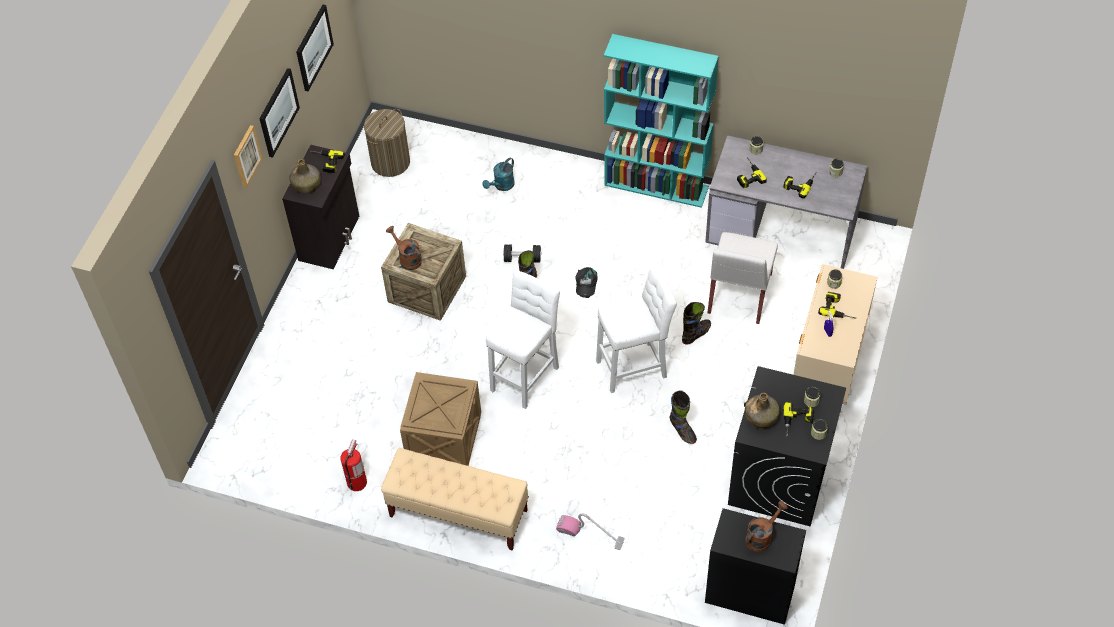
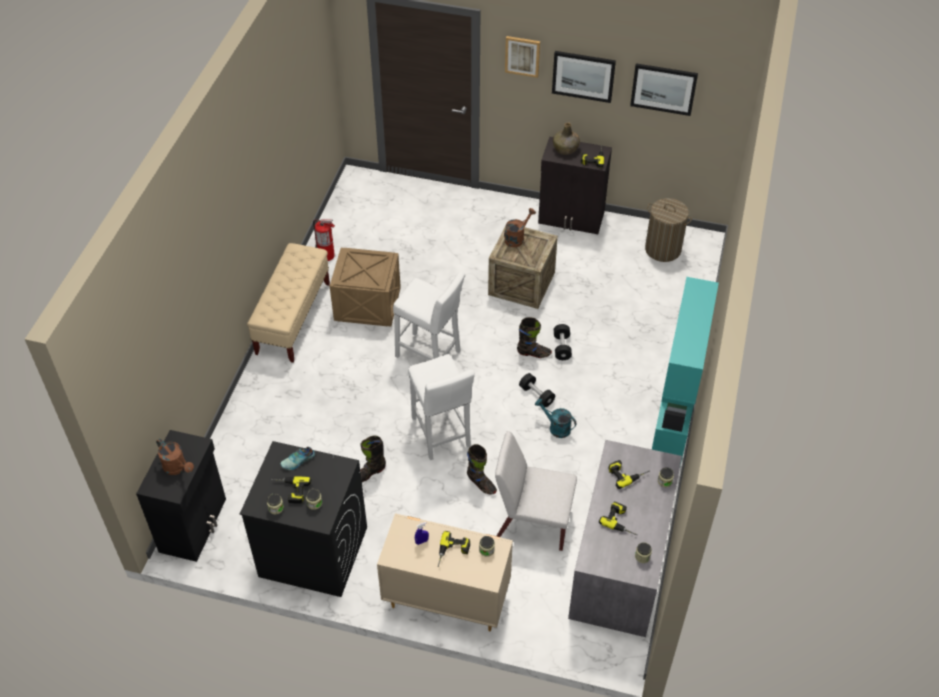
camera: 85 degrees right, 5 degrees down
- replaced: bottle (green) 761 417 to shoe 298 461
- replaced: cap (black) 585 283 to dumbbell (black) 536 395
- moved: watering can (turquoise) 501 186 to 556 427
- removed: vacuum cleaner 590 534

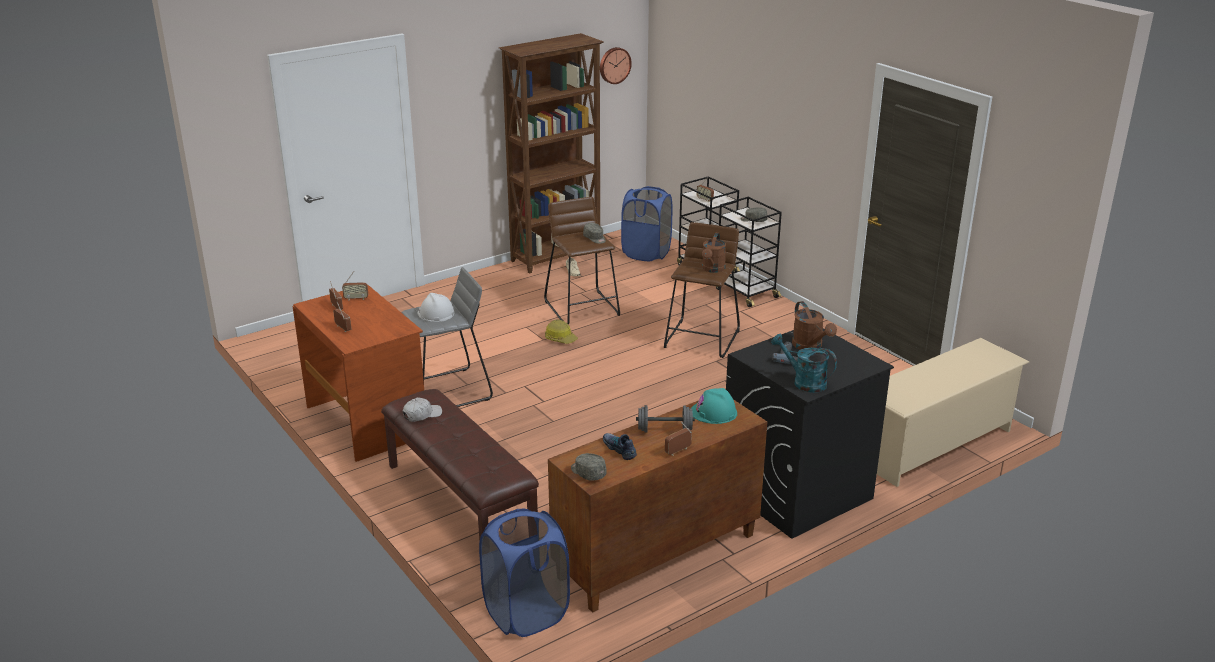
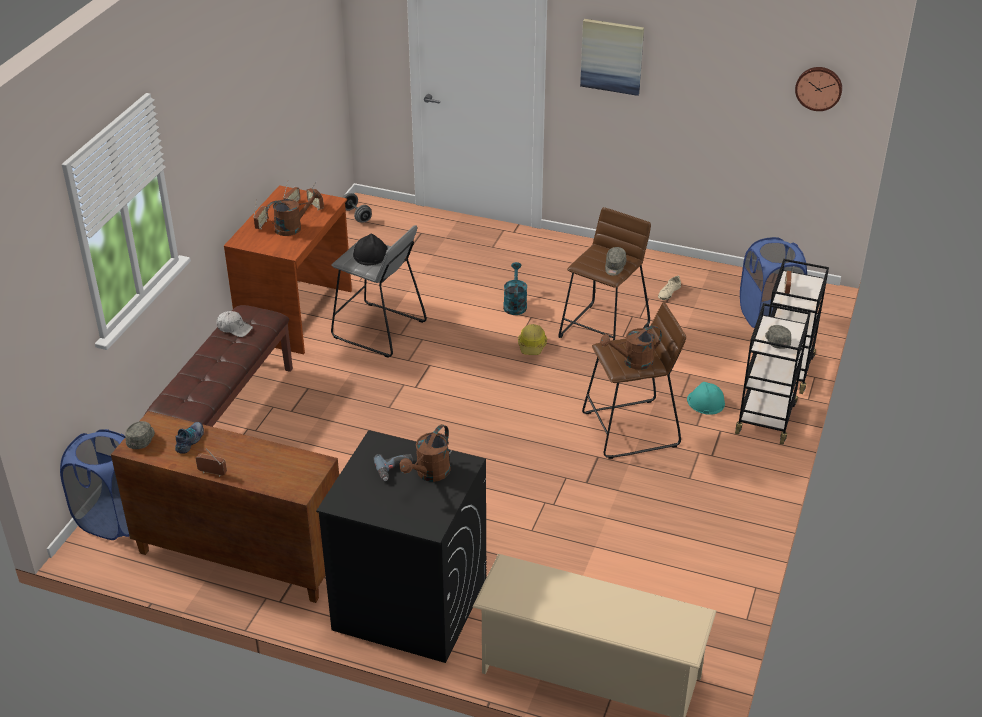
camera: 55 degrees right, 10 degrees up
- added: watering can (brown) 293 227
- moved: dumbbell (grey) 664 430 to 356 215
- recoloured: hard hat (white) 436 313 to hard hat (black) 371 254
- moved: watering can (turquoise) 804 382 to 515 304
- added: picture 612 56
- moved: hard hat (turquoise) 713 412 to 705 402
- removed: bookcase (brown) 557 257

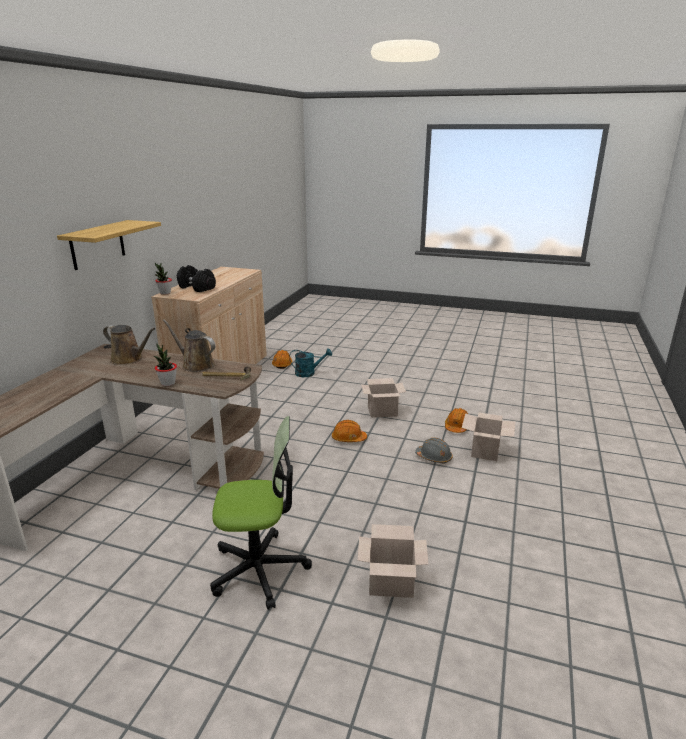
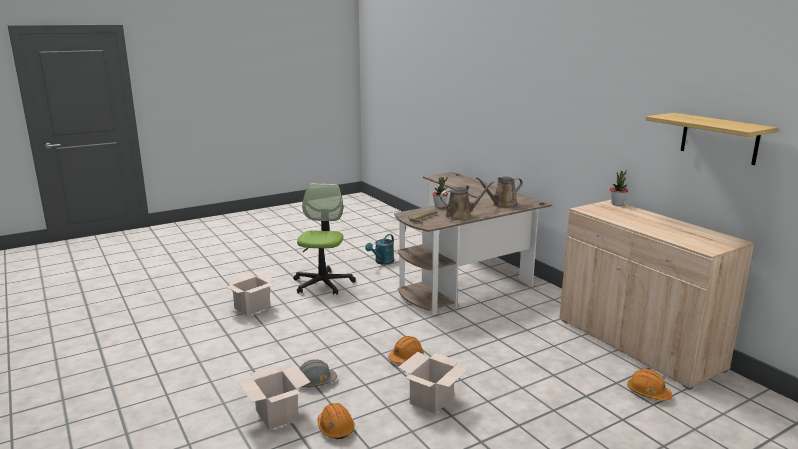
camera: 130 degrees right, 5 degrees down
- turned: office chair 259 569 = 323 283 150 degrees clockwise
- moved: watering can (turquoise) 309 373 to 382 262
- moved: shelf 97 244 to 719 138
- removed: dumbbell (black) 196 288

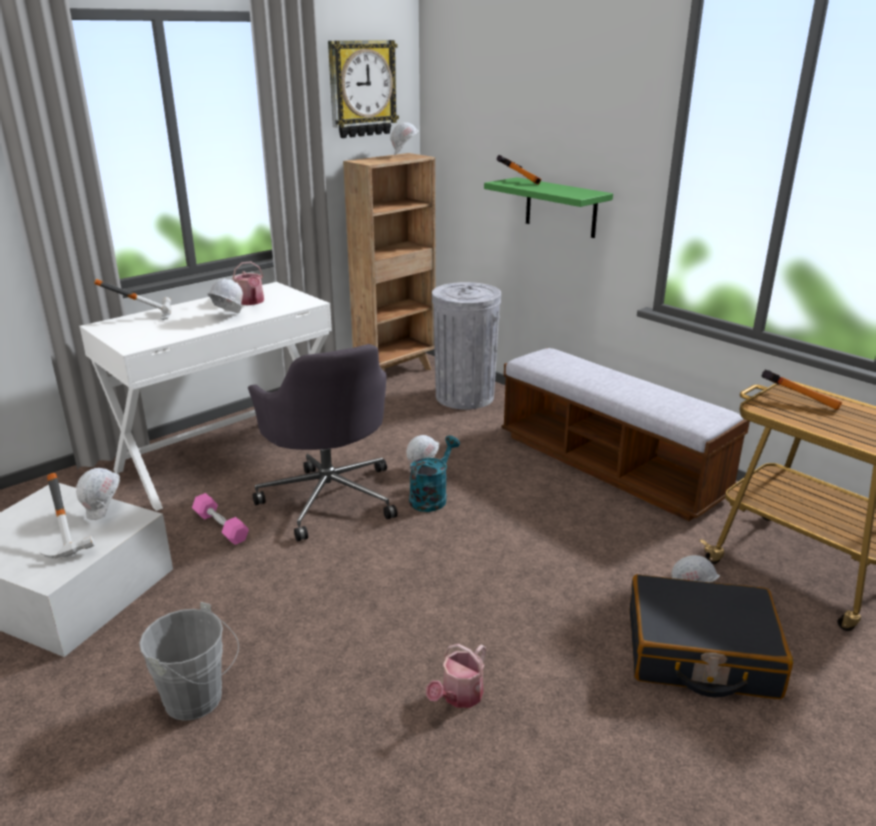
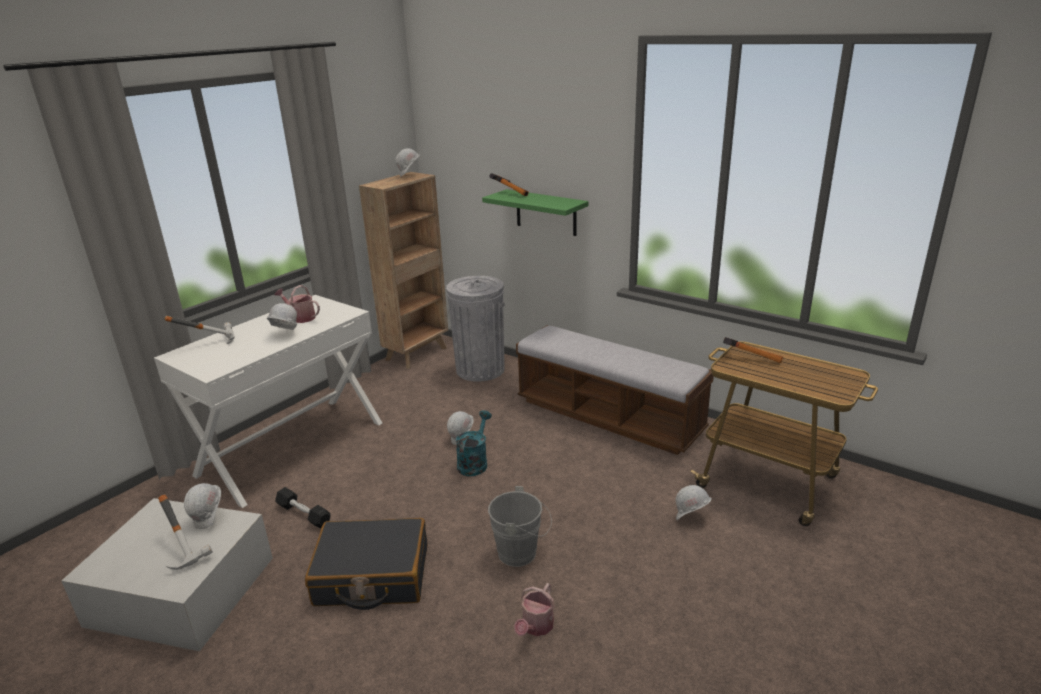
camera: 10 degrees left, 0 degrees up
- turned: watering can 251 302 = 300 317 150 degrees clockwise
- recoloured: dumbbell (pink) 221 527 to dumbbell (black) 304 514
- moved: suitcase (black) 700 653 to 372 576
- moved: bucket (grey) 199 700 to 521 553
- removed: office chair (grey) 329 497
- removed: wall clock 361 89

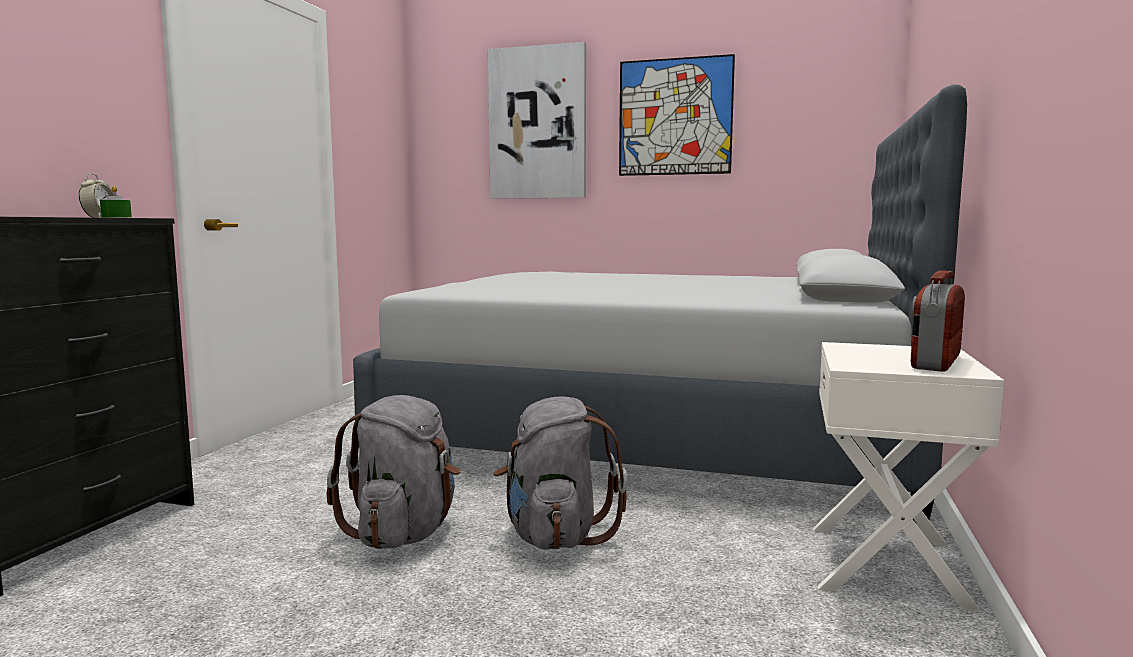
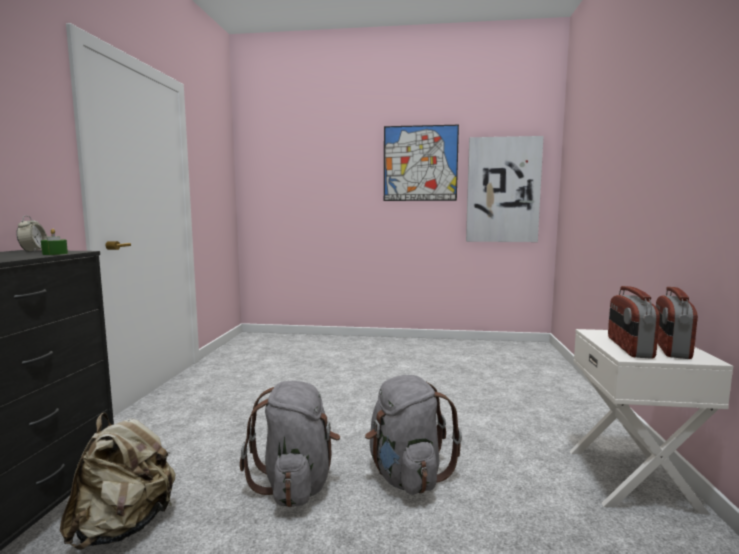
camera: 10 degrees left, 0 degrees up
- added: backpack (beige) 124 526
- moved: picture 537 123 to 503 190
- added: radio 628 347
- removed: bed (grey) 652 432

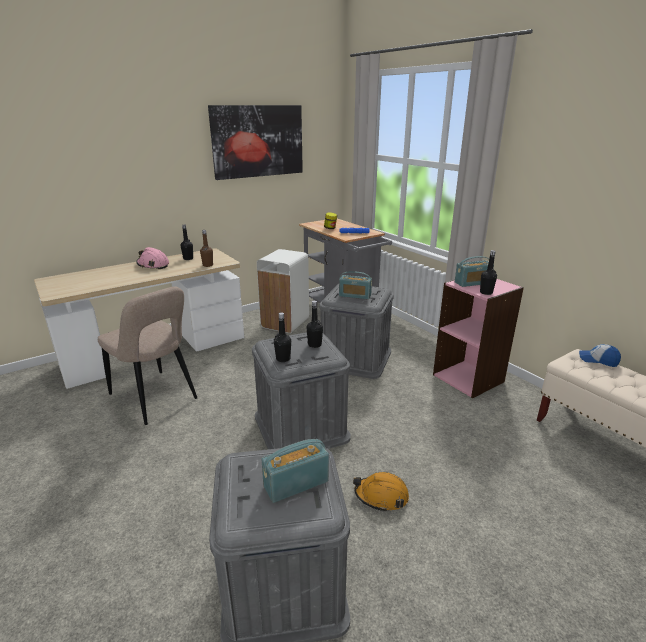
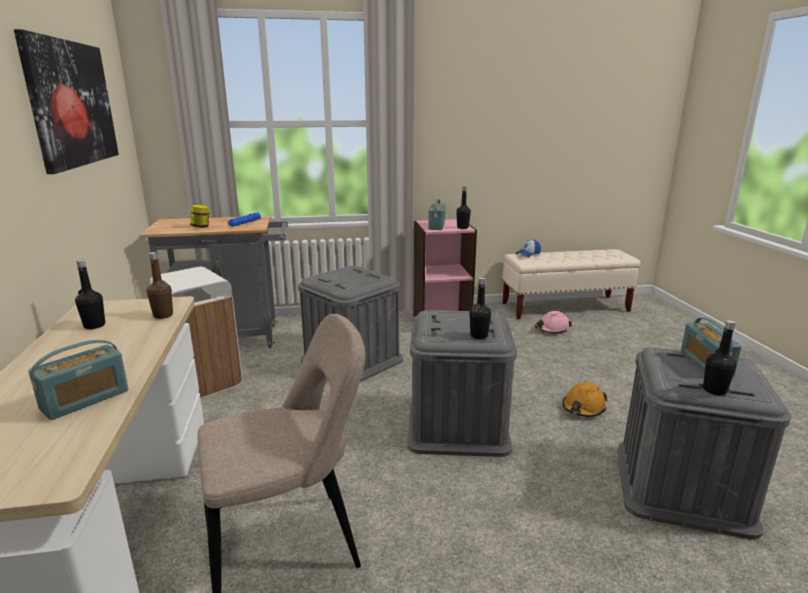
camera: 65 degrees left, 5 degrees down
- moved: radio 355 295 to 85 400
- moved: hard hat (pink) 153 265 to 552 329
- moved: bottle (black) 314 345 to 714 390

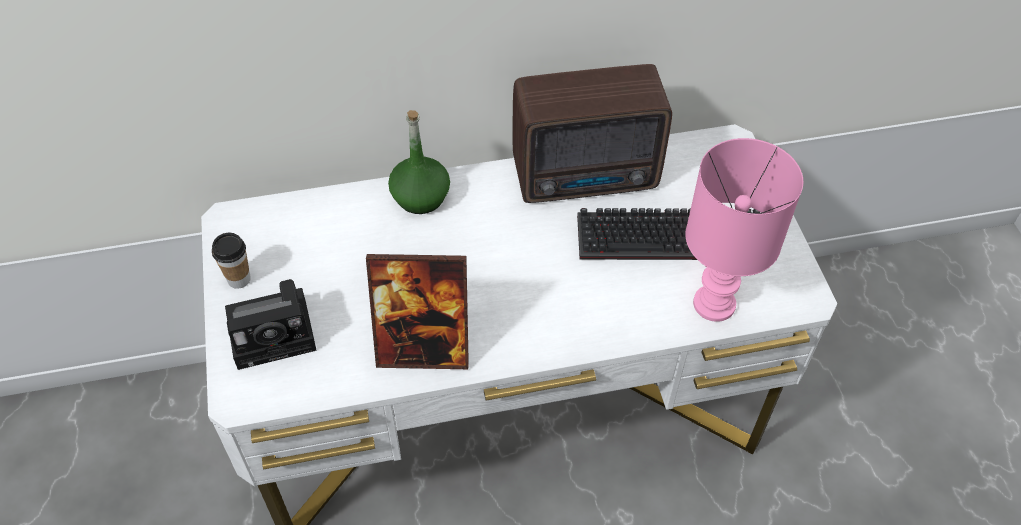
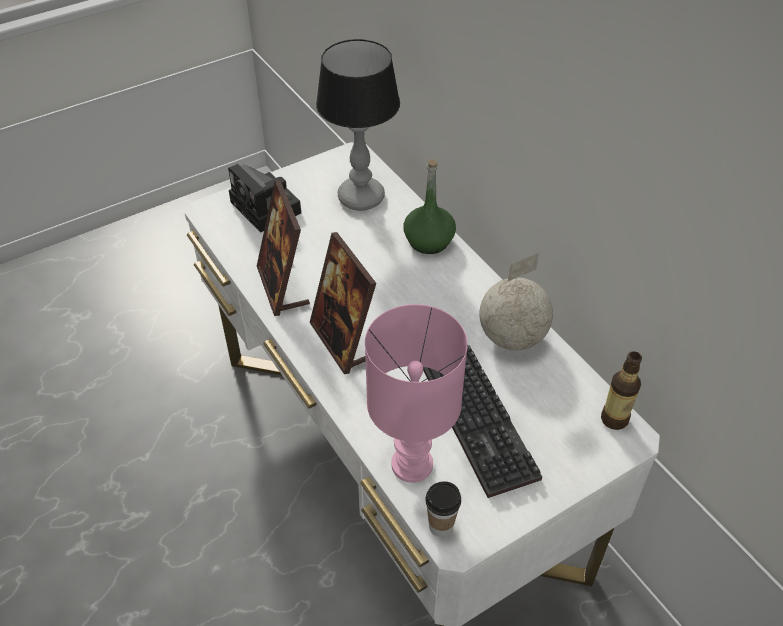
camera: 70 degrees right, 5 degrees down
- added: picture frame 343 341
- added: table lamp 360 197
- moved: cup 239 279 to 441 526
- replaced: radio 588 177 to globe 513 338
- added: bottle 614 419

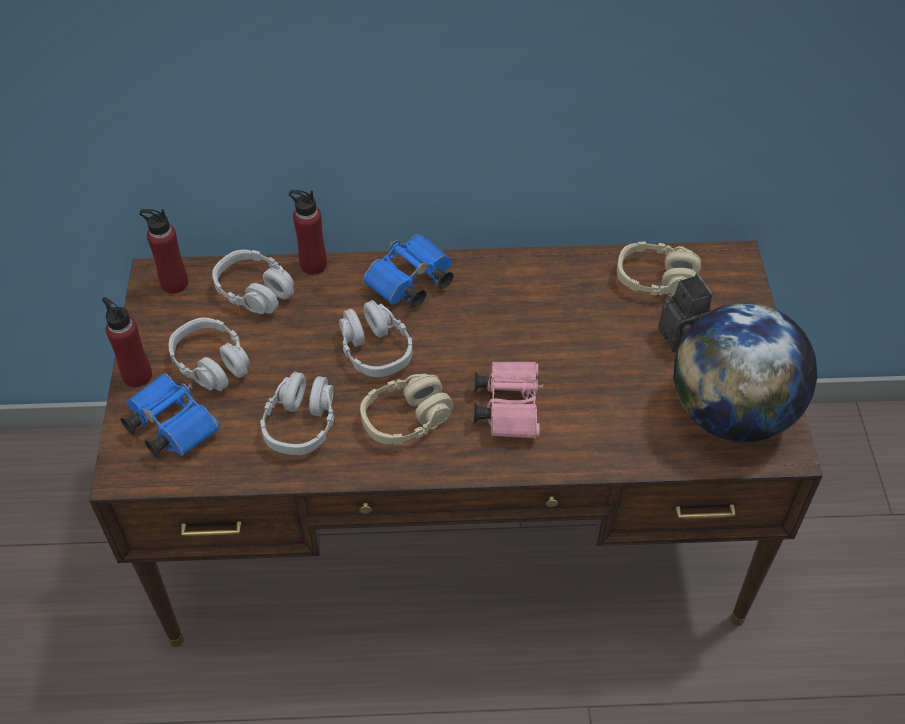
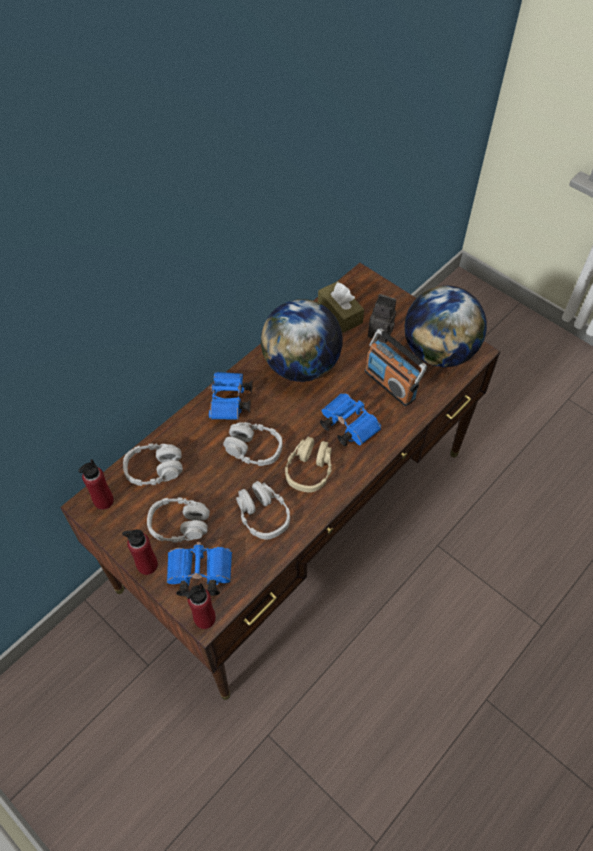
camera: 45 degrees left, 5 degrees up
- moved: bottle (red) 313 265 to 204 618
- added: globe 301 366
- replaced: headphones (beige) 656 279 to tissue box (brown) 340 313
- recoloured: binoculars (pink) 508 406 to binoculars (blue) 346 425
- added: radio 390 384

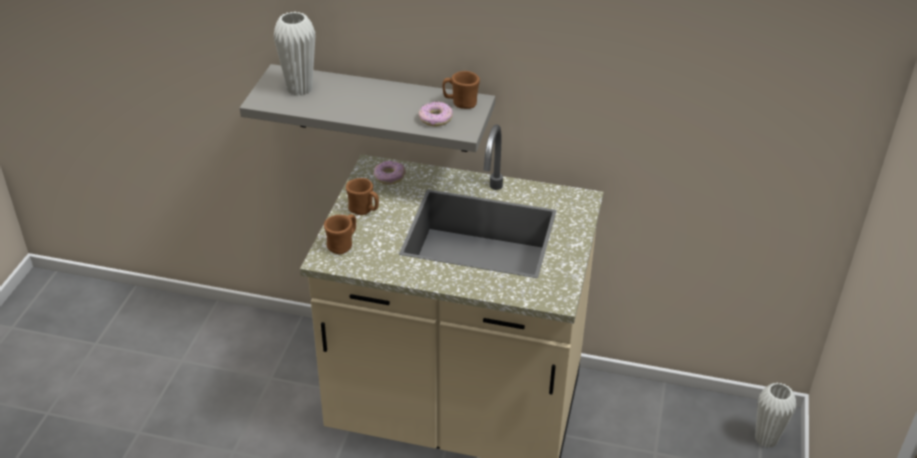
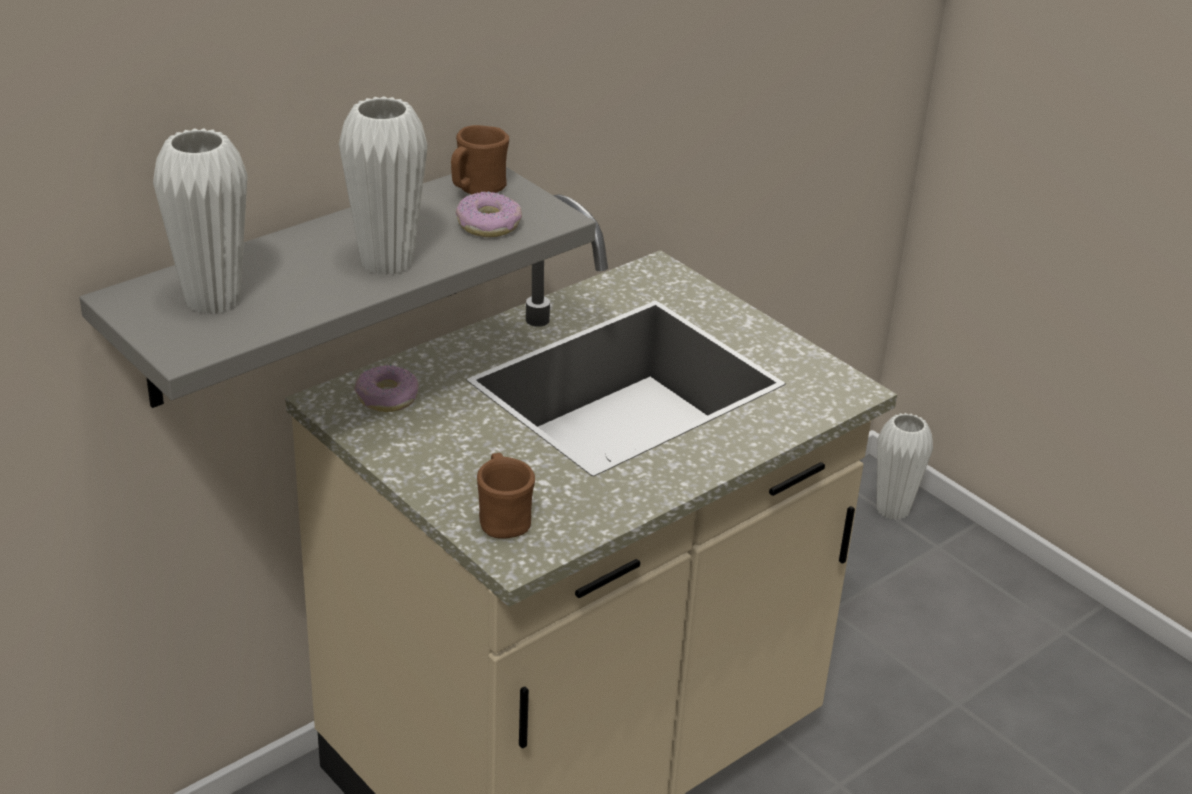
camera: 55 degrees left, 5 degrees down
- added: vase (white) 386 262
- removed: mug (brown) 364 210

